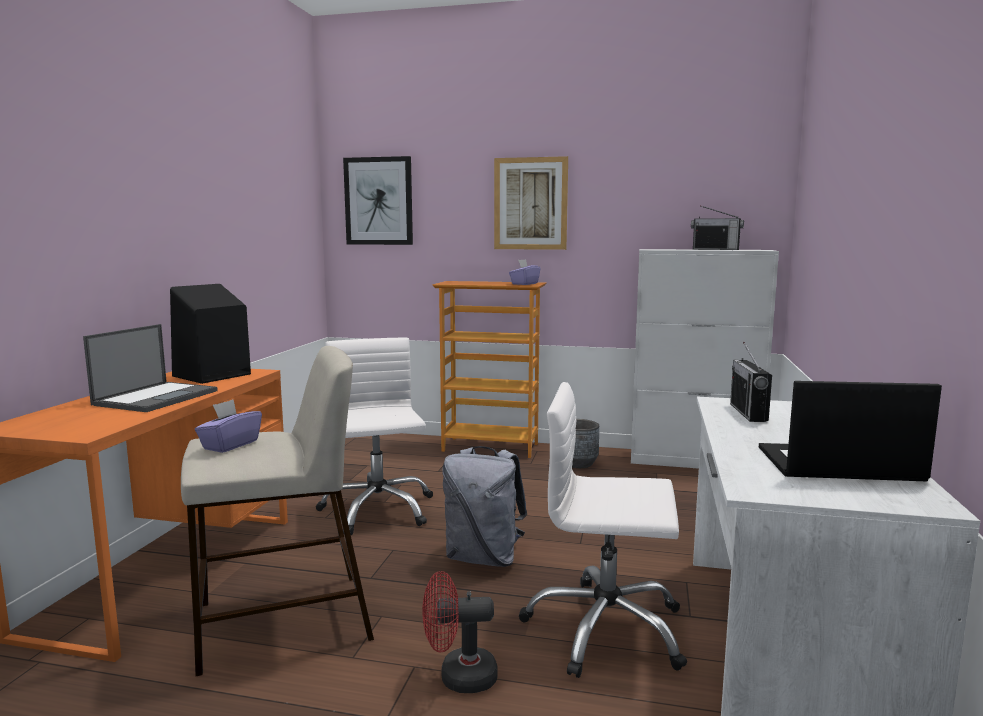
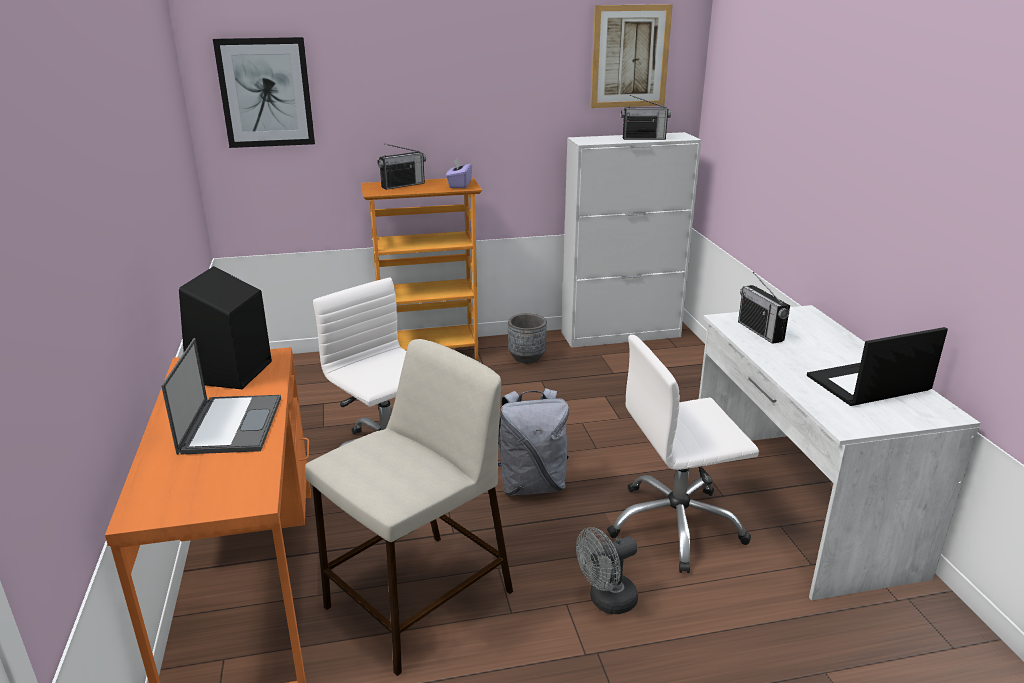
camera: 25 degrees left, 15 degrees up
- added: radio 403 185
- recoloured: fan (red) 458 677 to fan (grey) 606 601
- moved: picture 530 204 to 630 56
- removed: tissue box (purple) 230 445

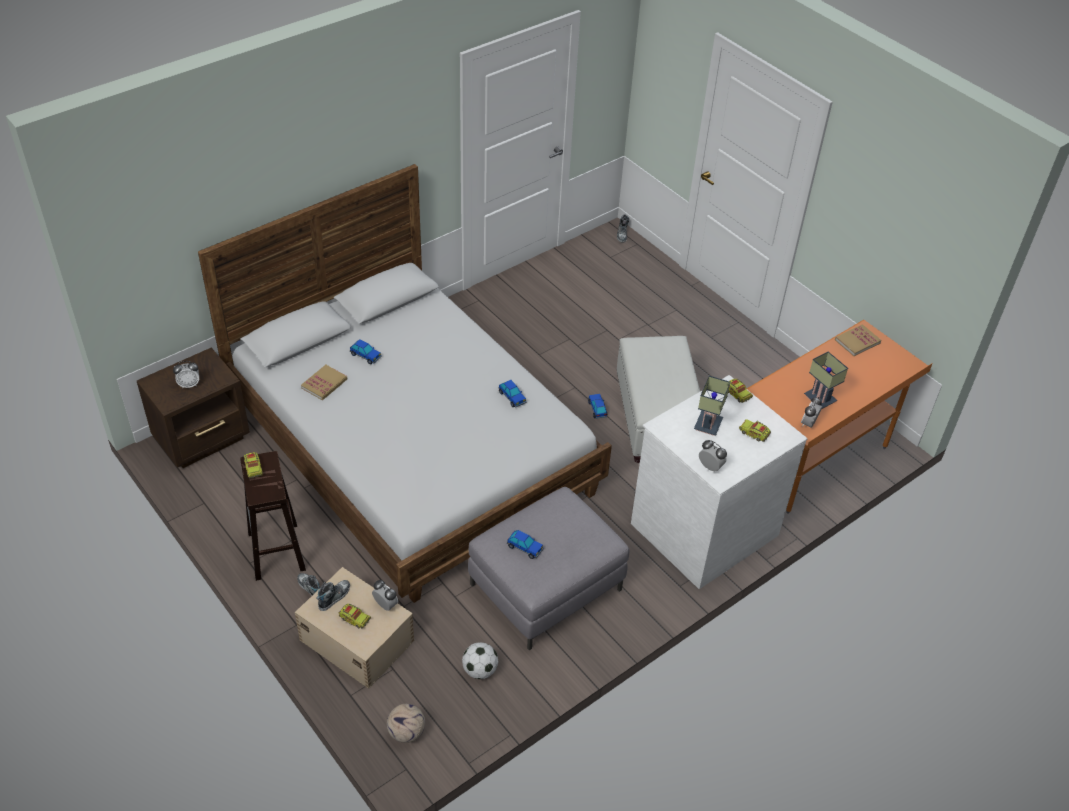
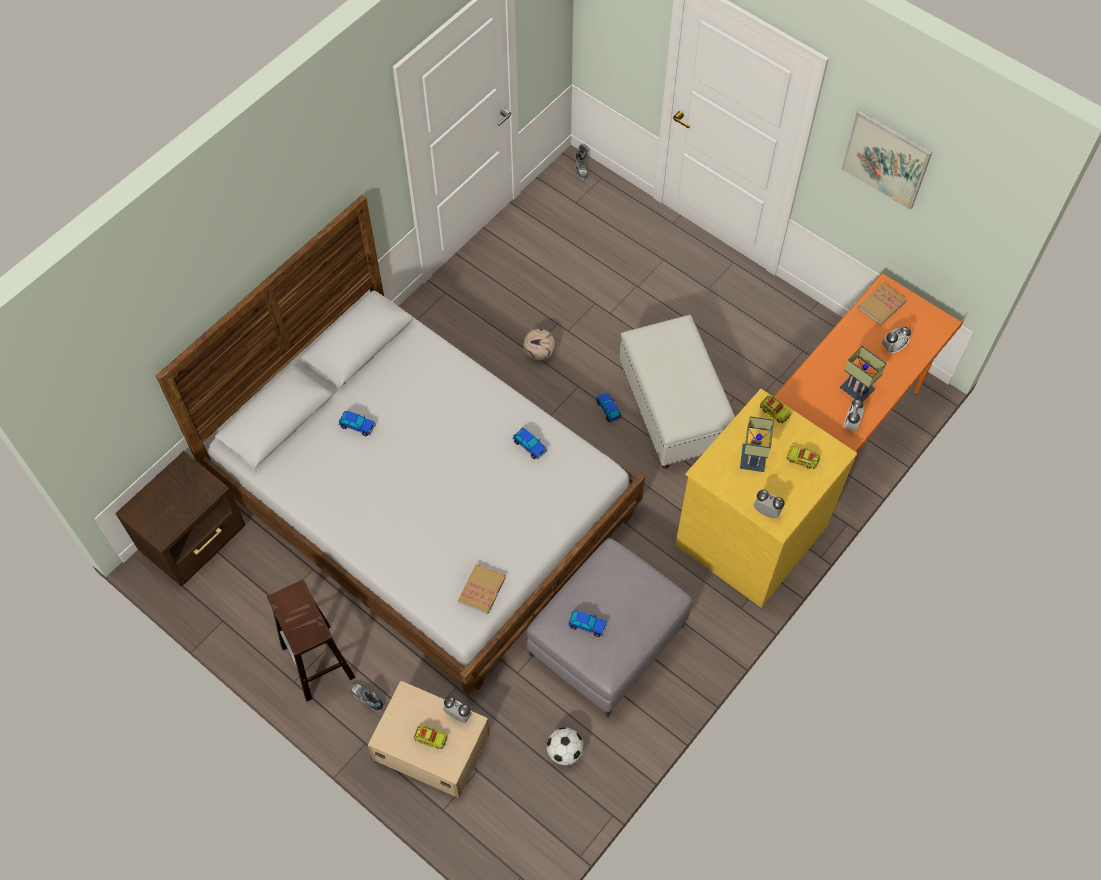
camera: 10 degrees left, 15 degrees up
- moved: book 324 384 to 482 589
- moved: football 406 732 to 538 353
- recoloured: dresser (white) 702 528 to dresser (yellow) 749 533
- added: picture 886 159
- moved: alarm clock 189 384 to 892 348
- removed: toy truck 253 468
- removed: shoe 334 597

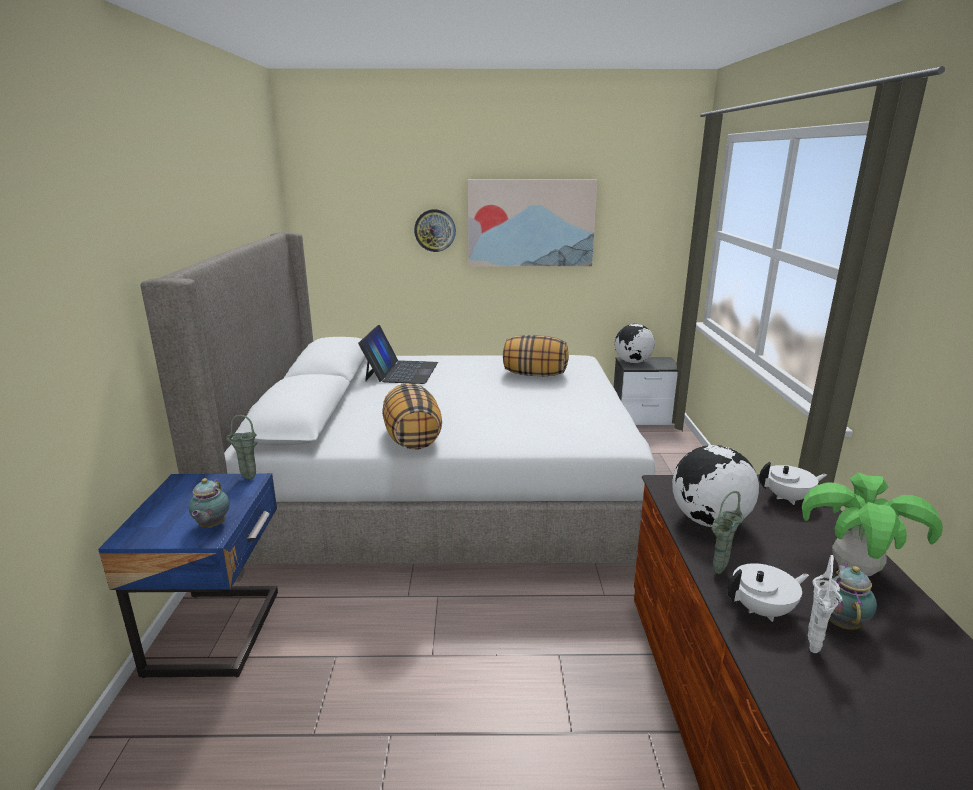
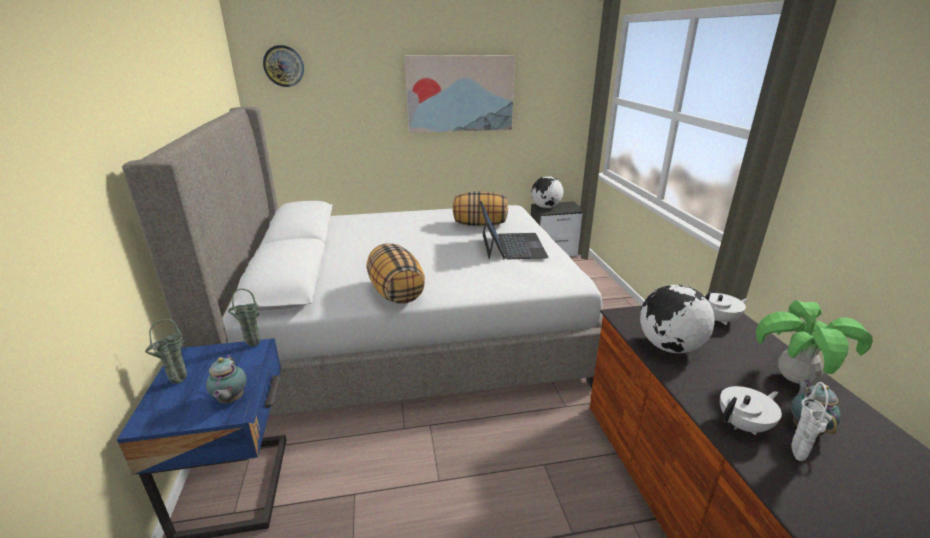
camera: 10 degrees left, 5 degrees up
- moved: vase (green) 718 573 to 178 383
- moved: wall clock 435 230 to 284 66
- moved: laptop 401 371 to 511 246

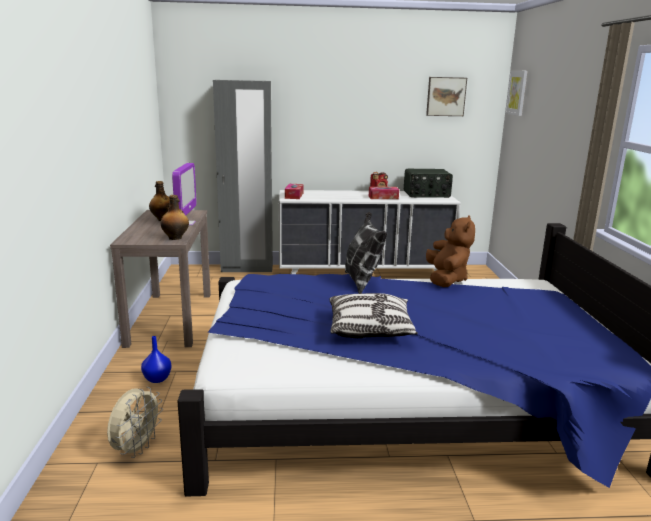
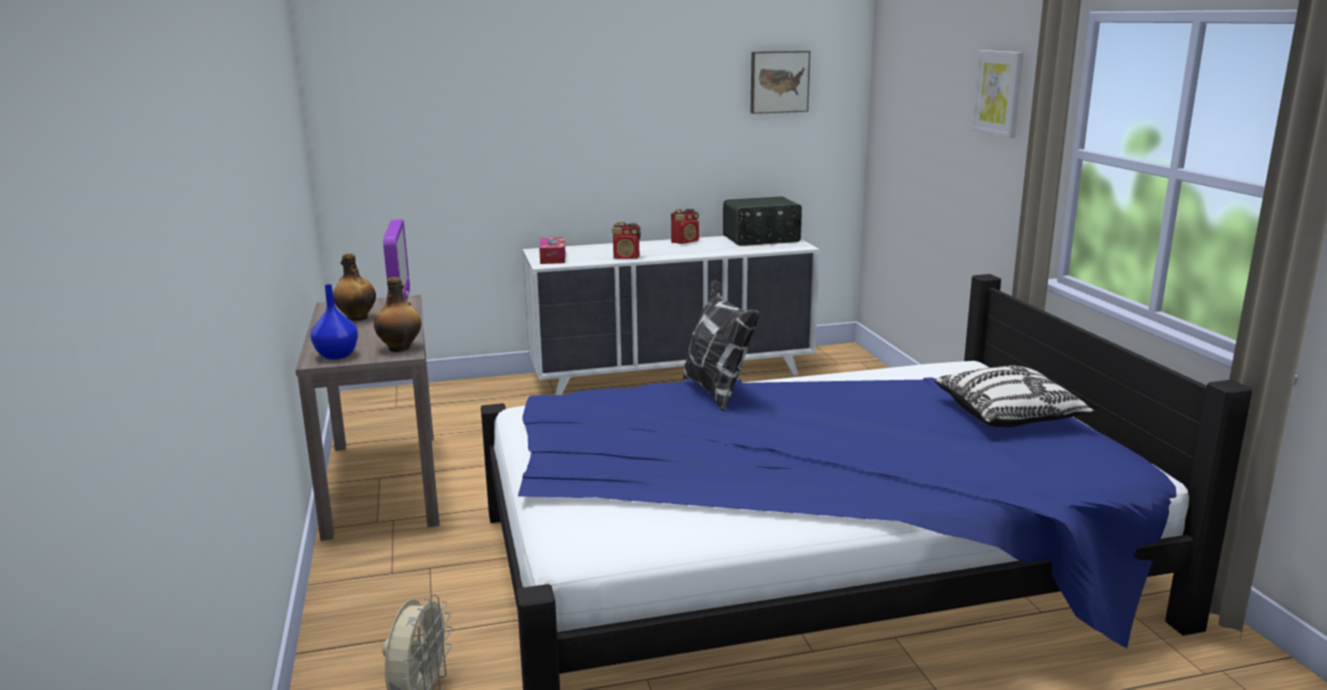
camera: 10 degrees left, 0 degrees up
- moved: vase (blue) 157 379 to 336 356
- added: radio 626 257
- moved: pillow 370 329 to 1009 415
- moved: picture 517 93 to 999 93
- removed: wardrobe (grey) 247 269
- removed: tissue box 383 197
- removed: plush toy (brown) 446 279

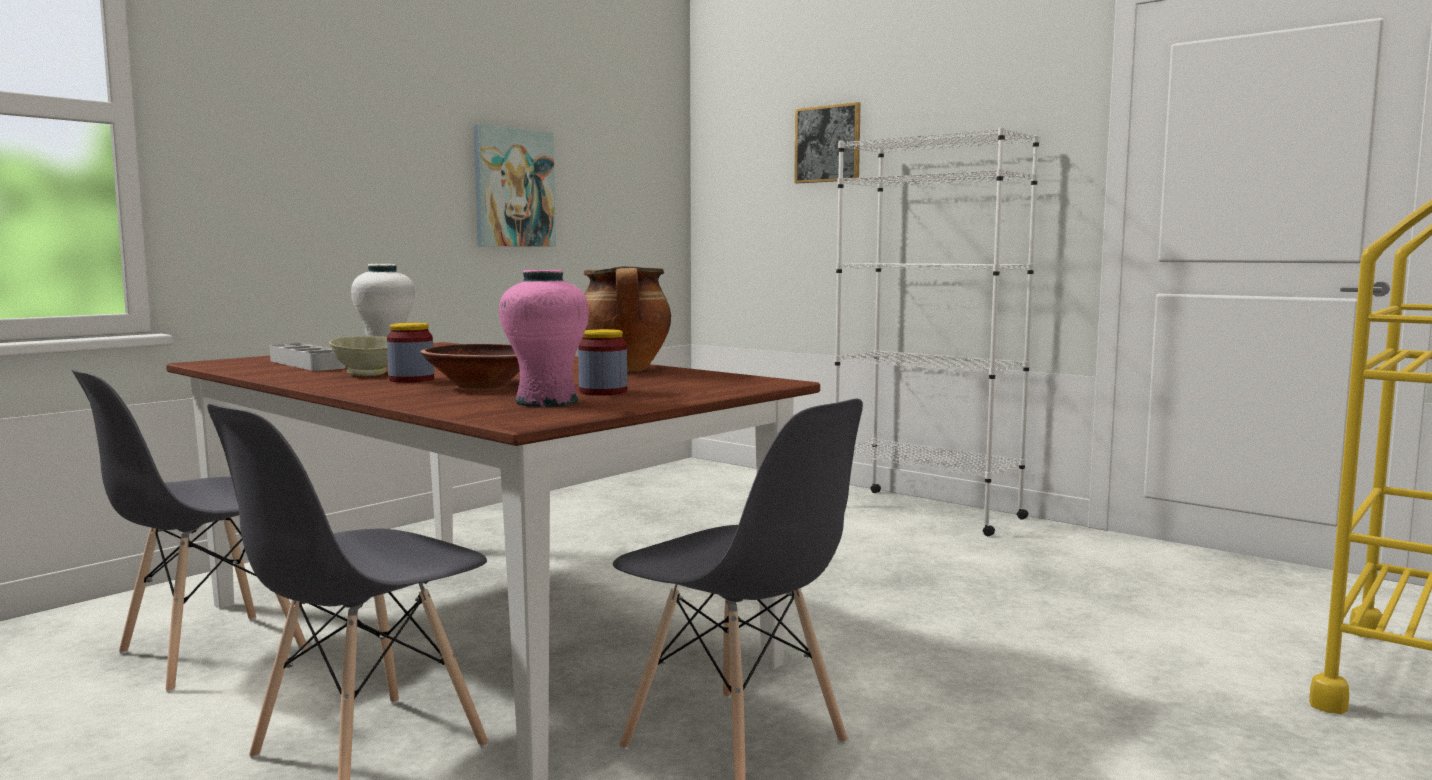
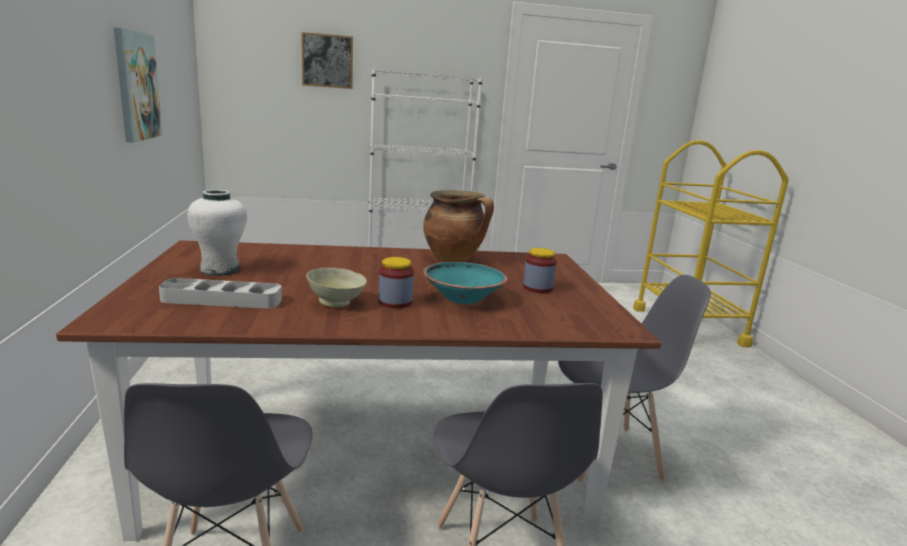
camera: 50 degrees left, 10 degrees up
- recoloured: bowl (brown) 481 385 to bowl (turquoise) 462 298
- removed: vase (pink) 546 402

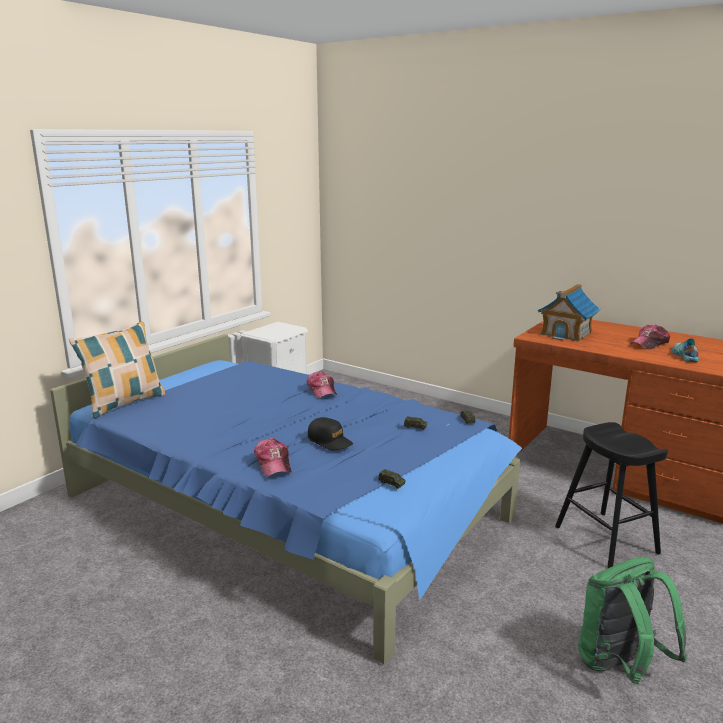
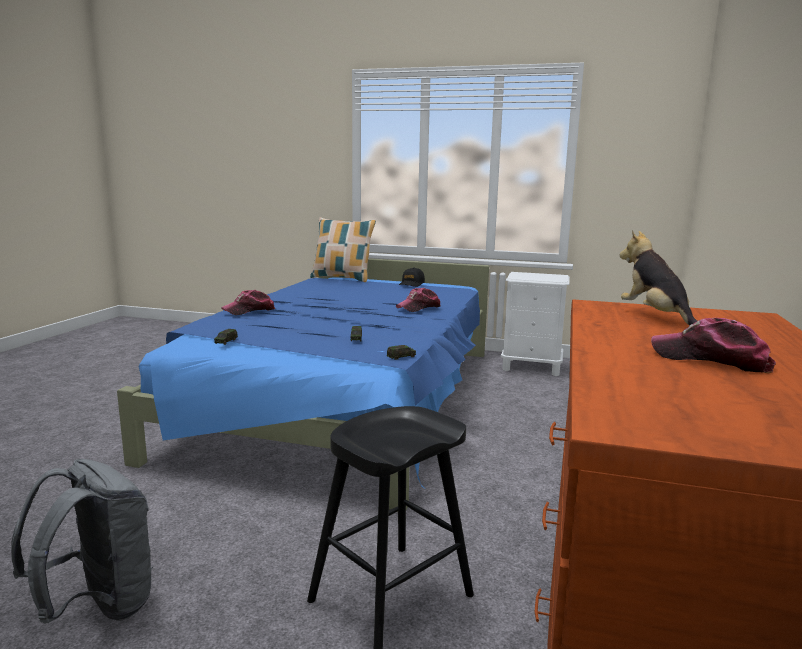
camera: 70 degrees right, 5 degrees down
- recoloured: backpack (green) 619 666 to backpack (grey) 98 606
- moved: cap (black) 330 441 to 411 284
- replaced: toy house 566 333 to plush toy 655 317
- removed: shoe 684 355

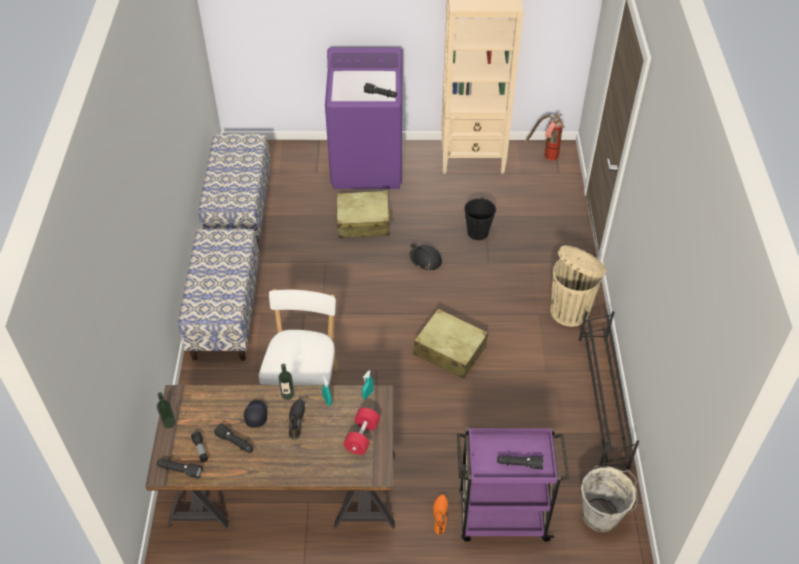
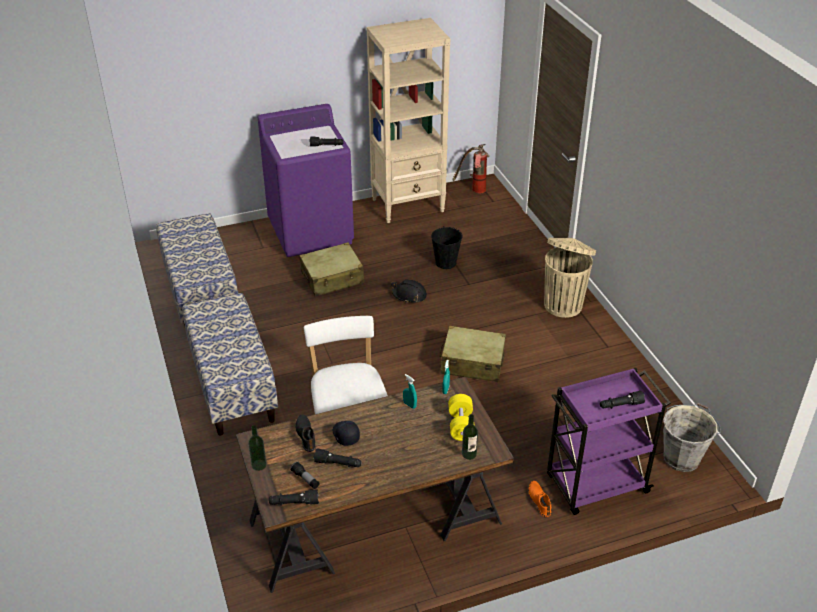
camera: 20 degrees left, 10 degrees down
- moved: shoe (black) 297 421 to 306 435
- recoloured: dumbbell (red) 362 437 to dumbbell (yellow) 461 425
- moved: bottle 287 394 to 469 454
- removed: shoe rack (black) 602 401

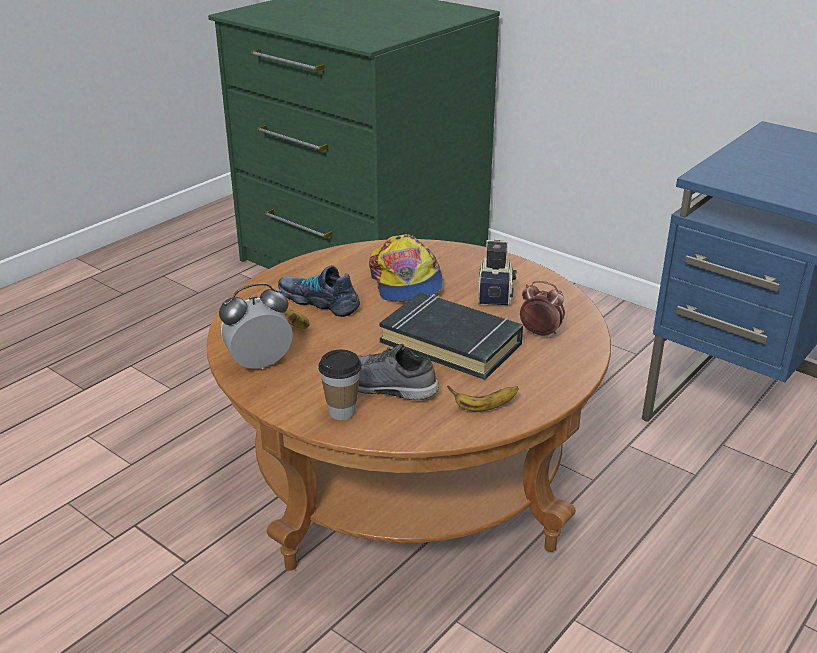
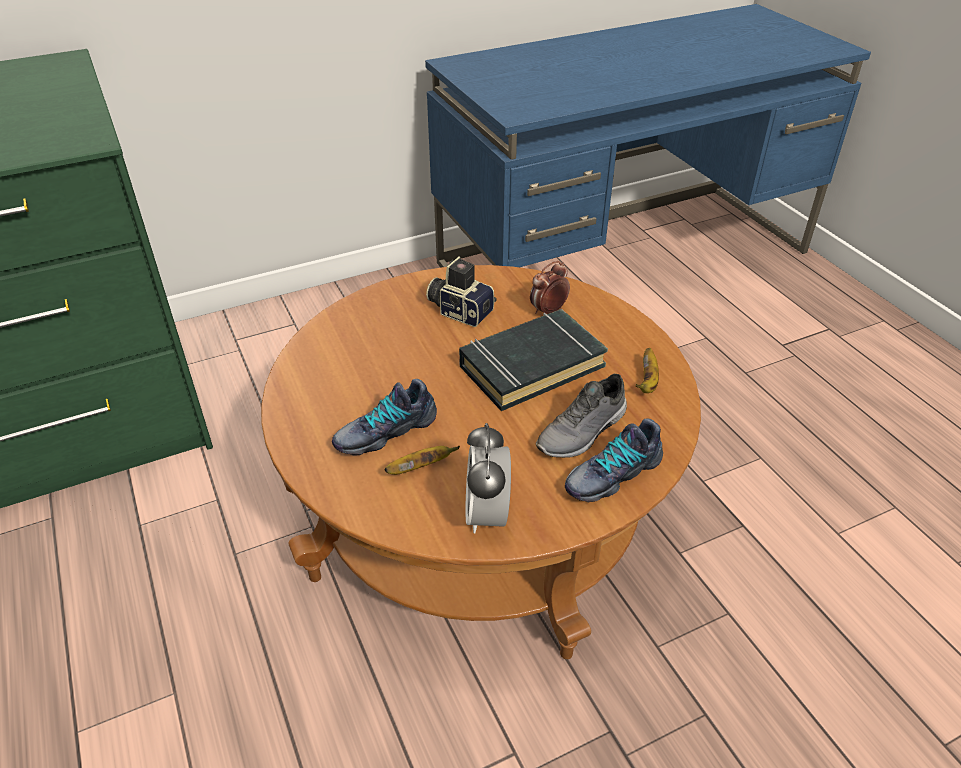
camera: 65 degrees left, 10 degrees up
- replaced: cup 342 412 to shoe 611 474
- removed: cap 406 281

